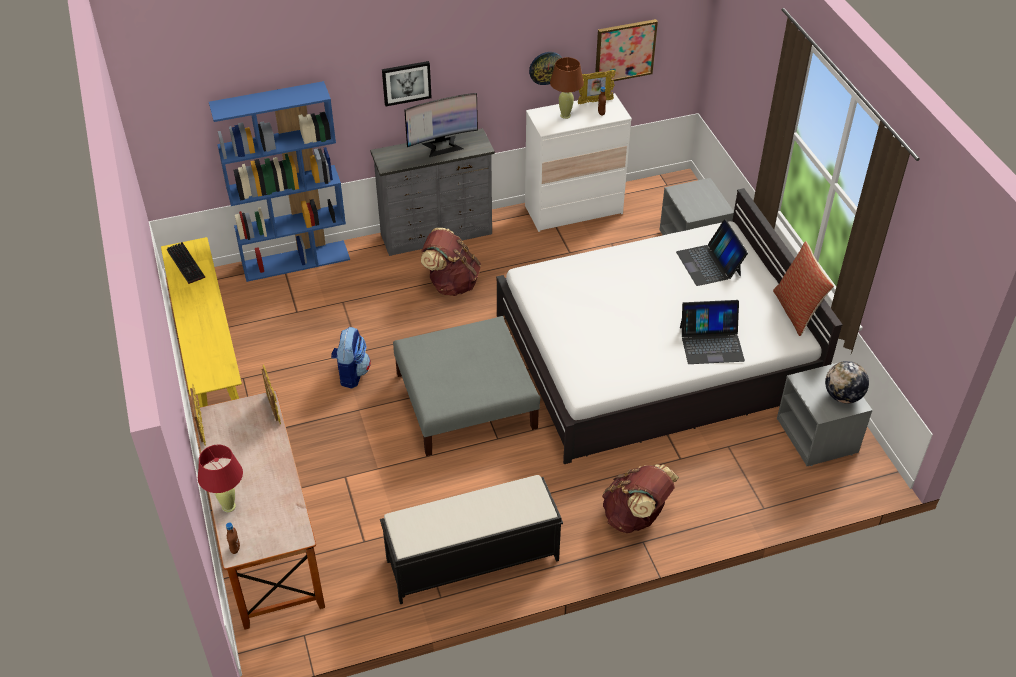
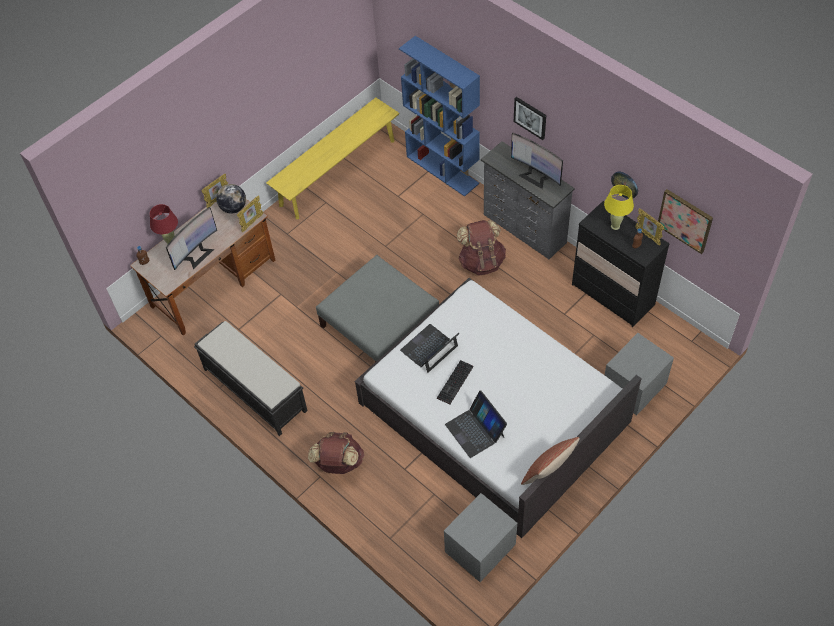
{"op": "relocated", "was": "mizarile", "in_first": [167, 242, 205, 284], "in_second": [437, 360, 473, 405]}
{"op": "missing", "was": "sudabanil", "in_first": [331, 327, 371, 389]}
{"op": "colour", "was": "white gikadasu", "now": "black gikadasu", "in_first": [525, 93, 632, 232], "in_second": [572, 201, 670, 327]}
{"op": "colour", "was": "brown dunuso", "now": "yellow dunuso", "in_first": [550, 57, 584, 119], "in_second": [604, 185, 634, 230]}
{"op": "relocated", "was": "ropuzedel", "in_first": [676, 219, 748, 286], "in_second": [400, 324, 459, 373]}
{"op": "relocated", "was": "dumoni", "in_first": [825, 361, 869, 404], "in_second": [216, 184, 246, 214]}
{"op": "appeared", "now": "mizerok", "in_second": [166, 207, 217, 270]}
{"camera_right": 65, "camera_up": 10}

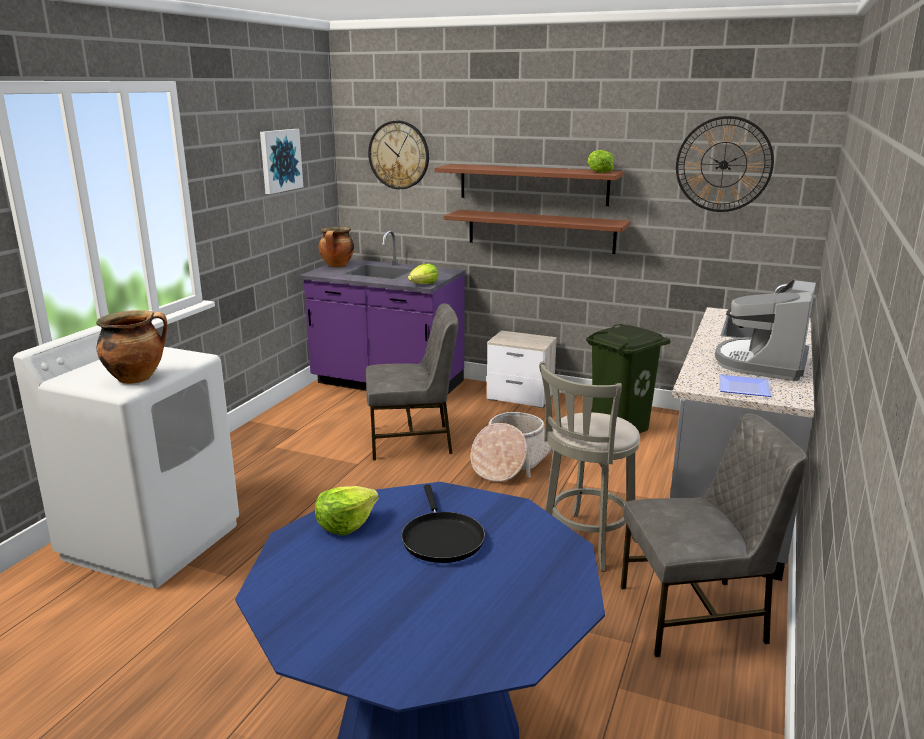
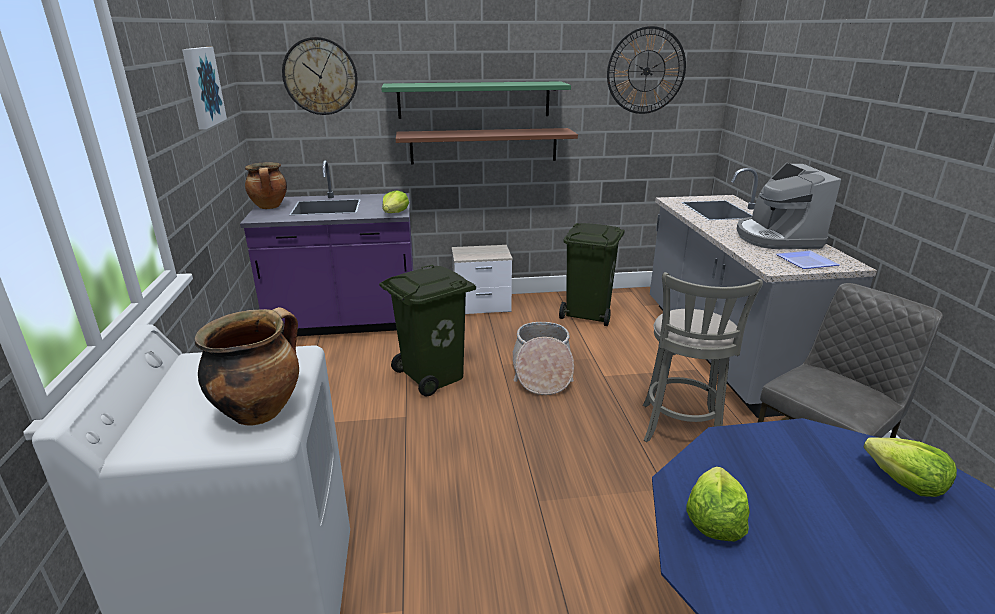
{"op": "exchanged", "was": "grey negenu", "now": "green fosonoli", "in_first": [366, 304, 459, 460], "in_second": [379, 265, 476, 397]}
{"op": "missing", "was": "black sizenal", "in_first": [401, 484, 485, 563]}
{"op": "colour", "was": "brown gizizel", "now": "green gizizel", "in_first": [435, 164, 624, 206], "in_second": [381, 81, 571, 119]}
{"op": "relocated", "was": "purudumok", "in_first": [588, 150, 614, 173], "in_second": [864, 437, 957, 497]}
{"camera_right": -30, "camera_up": 5}

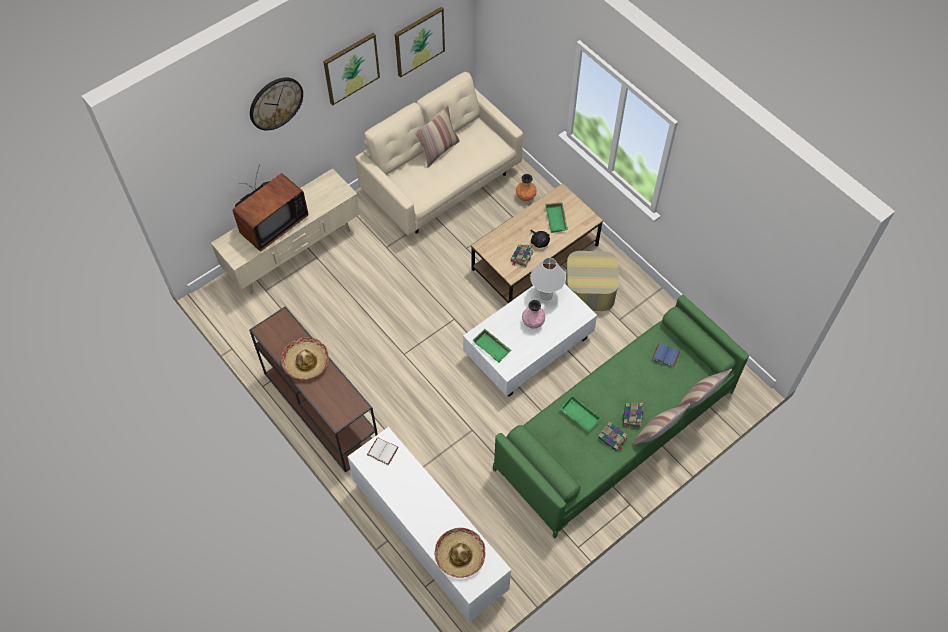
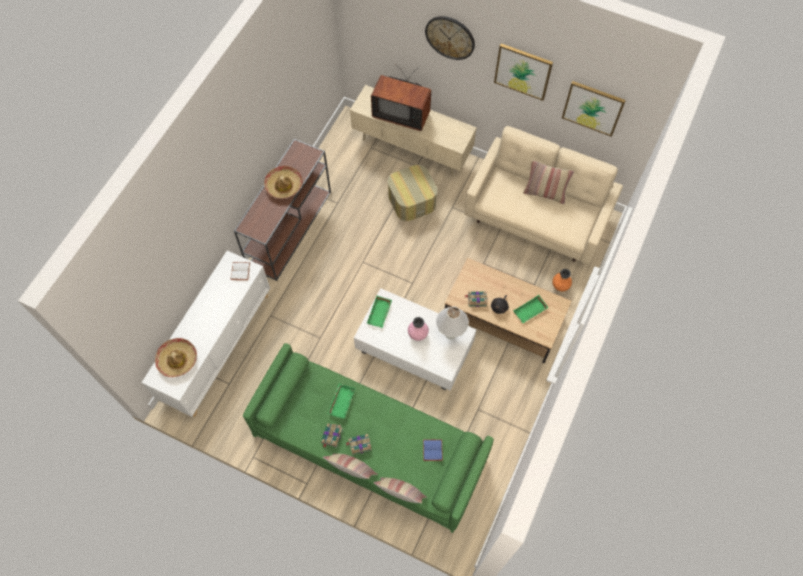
{"op": "relocated", "was": "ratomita", "in_first": [565, 251, 619, 311], "in_second": [388, 165, 437, 221]}
{"camera_right": 65, "camera_up": 5}

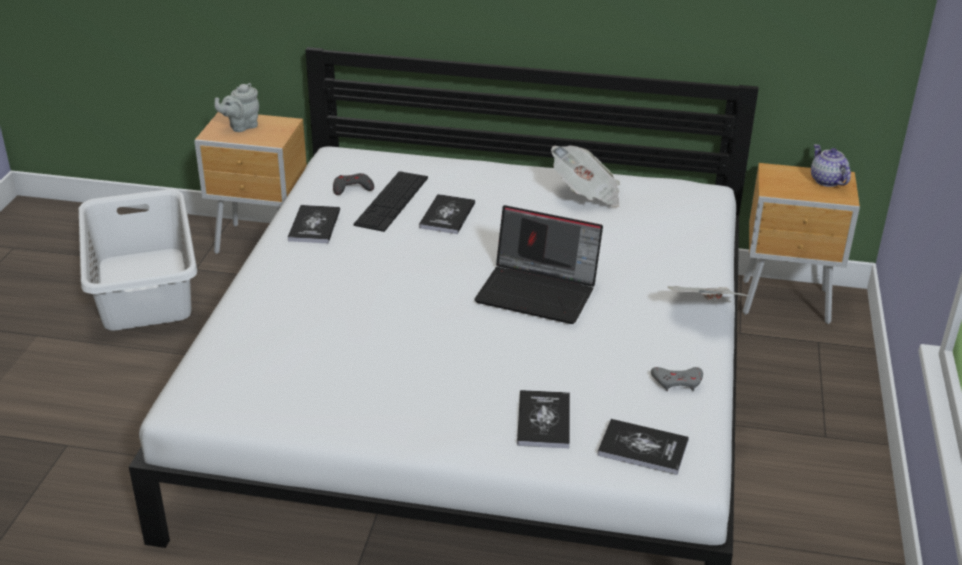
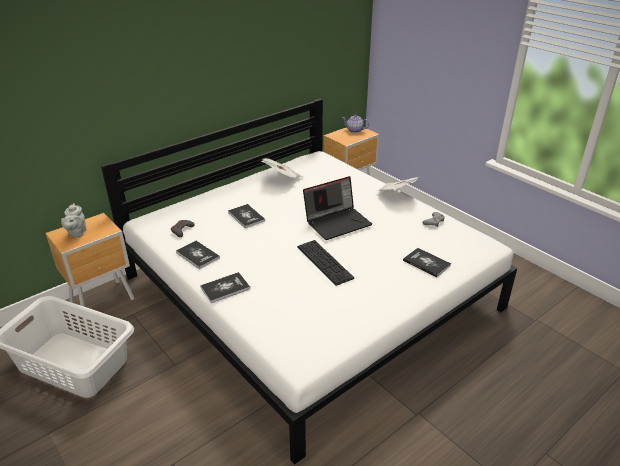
{"op": "relocated", "was": "mizarile", "in_first": [353, 171, 428, 232], "in_second": [297, 240, 354, 286]}
{"op": "relocated", "was": "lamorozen", "in_first": [597, 419, 689, 475], "in_second": [200, 272, 250, 303]}
{"camera_right": -50, "camera_up": 0}

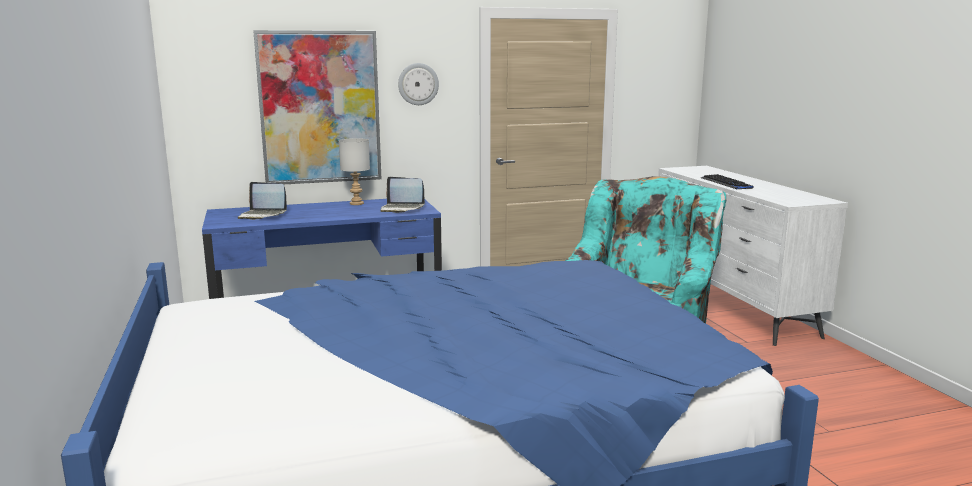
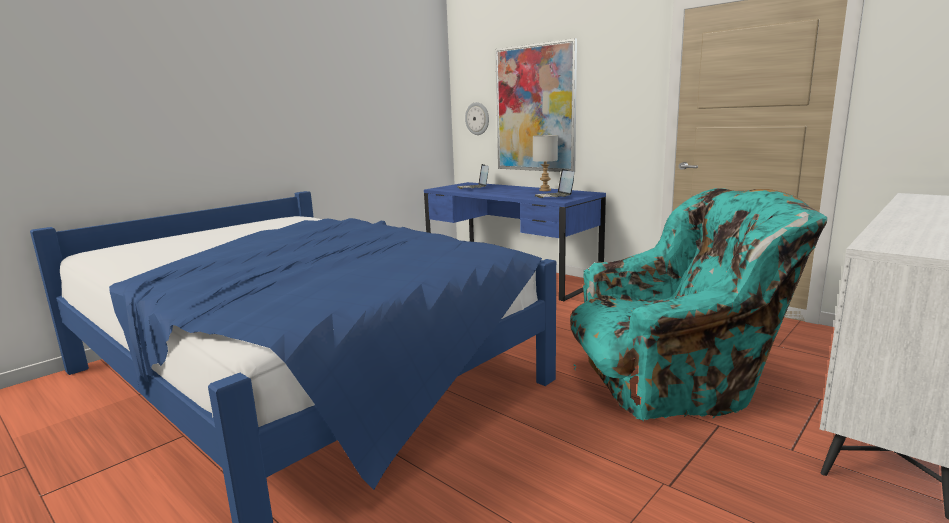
{"op": "relocated", "was": "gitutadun", "in_first": [398, 63, 439, 105], "in_second": [465, 102, 489, 135]}
{"op": "missing", "was": "mizarile", "in_first": [701, 174, 754, 189]}
{"camera_right": 60, "camera_up": 0}

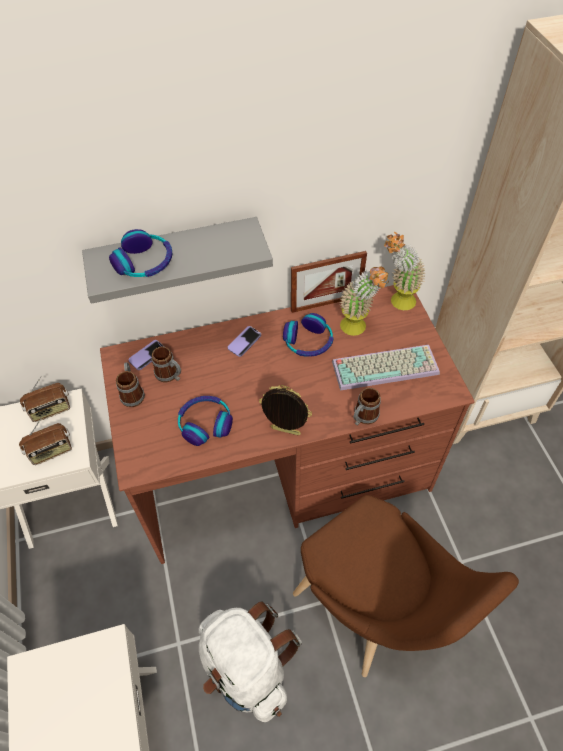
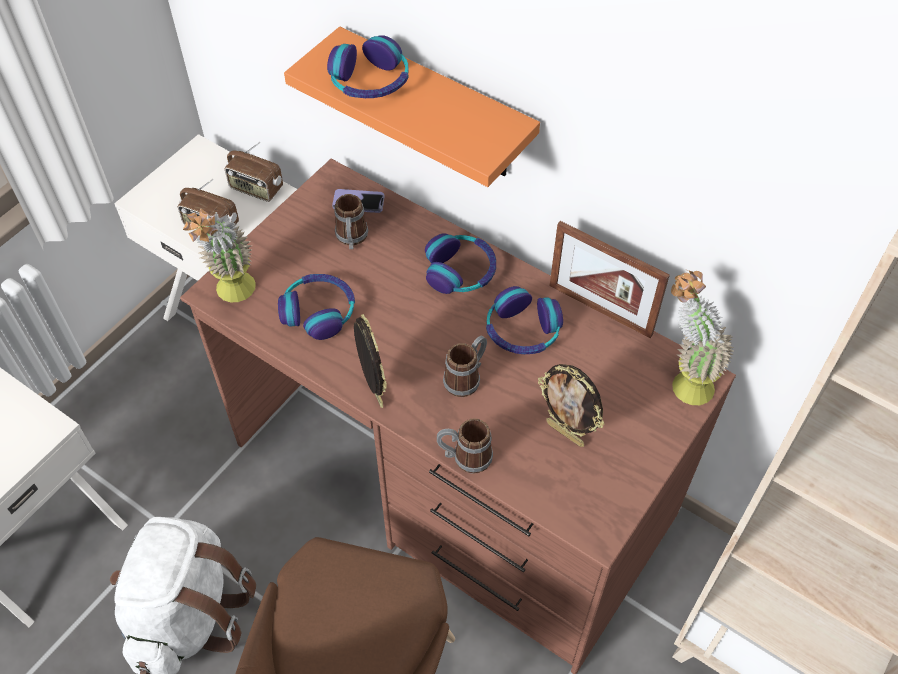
{"op": "colour", "was": "grey gizizel", "now": "orange gizizel", "in_first": [82, 217, 273, 304], "in_second": [284, 27, 540, 187]}
{"op": "relocated", "was": "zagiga", "in_first": [116, 362, 145, 407], "in_second": [443, 336, 487, 397]}
{"op": "exchanged", "was": "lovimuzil", "now": "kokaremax", "in_first": [228, 326, 261, 357], "in_second": [425, 233, 496, 294]}
{"op": "exchanged", "was": "mizarile", "now": "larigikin", "in_first": [332, 345, 440, 391], "in_second": [538, 364, 604, 447]}
{"op": "relocated", "was": "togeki", "in_first": [340, 266, 389, 336], "in_second": [183, 208, 256, 302]}
{"camera_right": 50, "camera_up": 0}

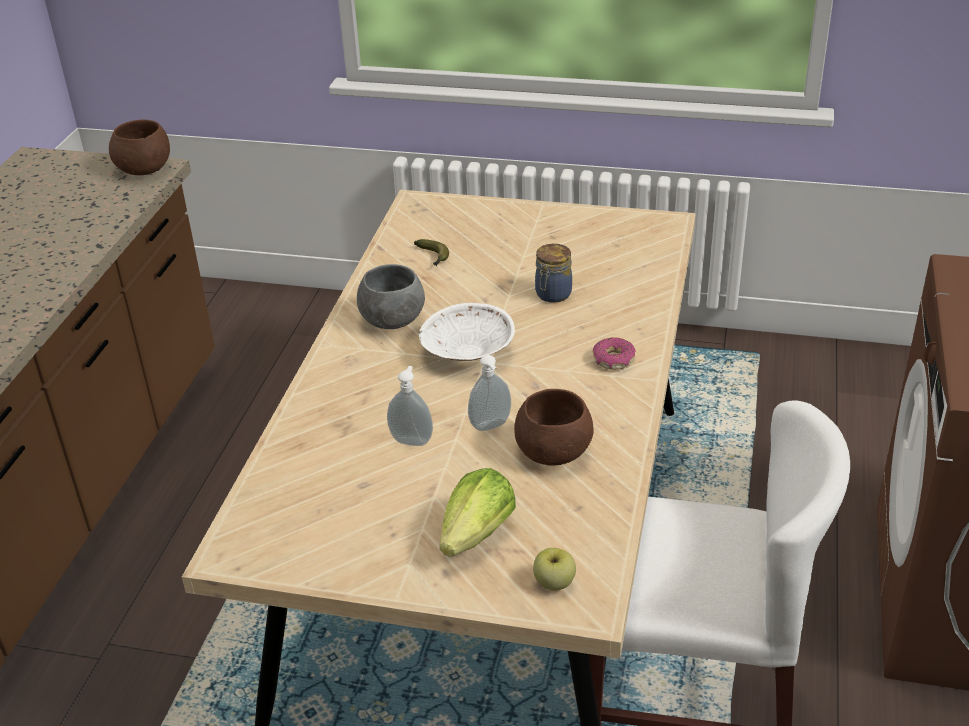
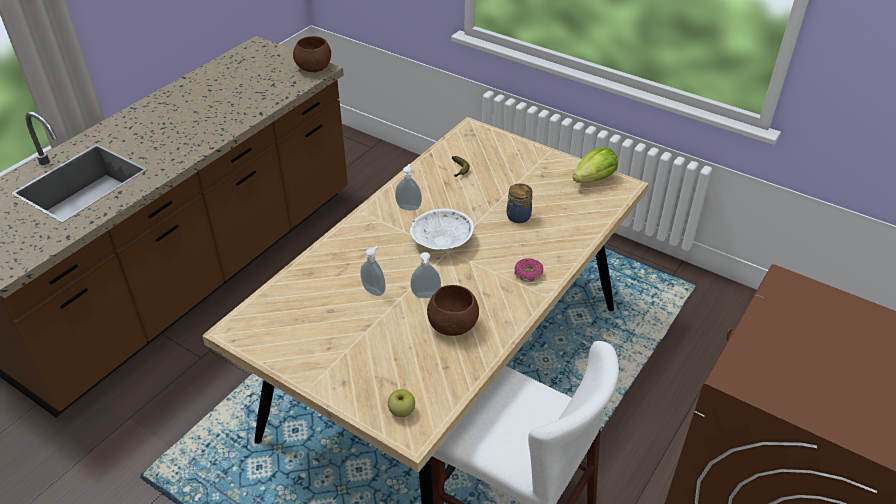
{"op": "exchanged", "was": "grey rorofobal", "now": "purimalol", "in_first": [357, 264, 425, 329], "in_second": [395, 164, 422, 211]}
{"op": "relocated", "was": "purudumok", "in_first": [440, 468, 516, 557], "in_second": [573, 147, 618, 183]}
{"camera_right": 20, "camera_up": 5}

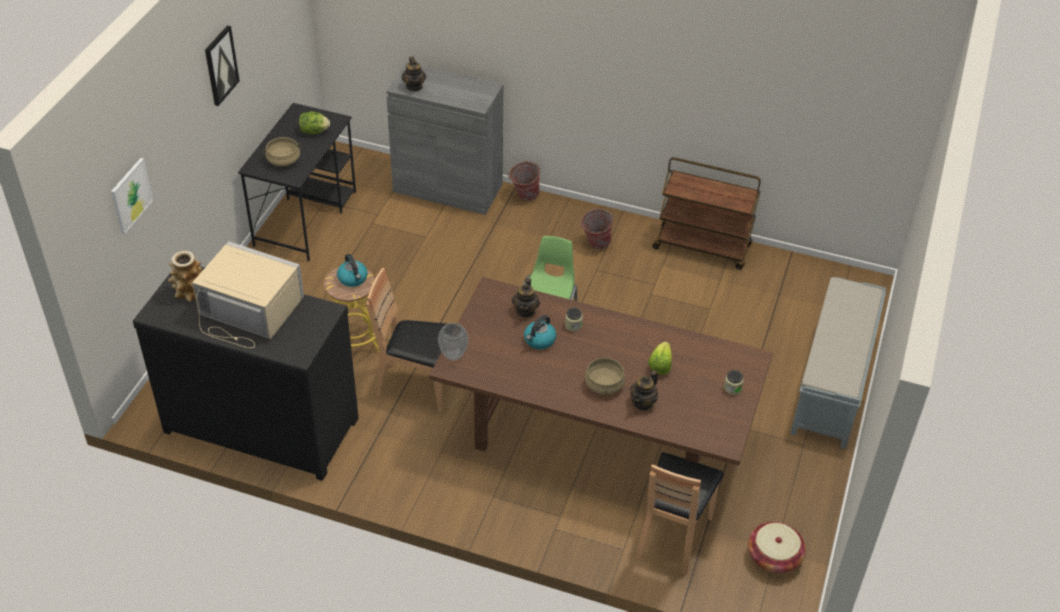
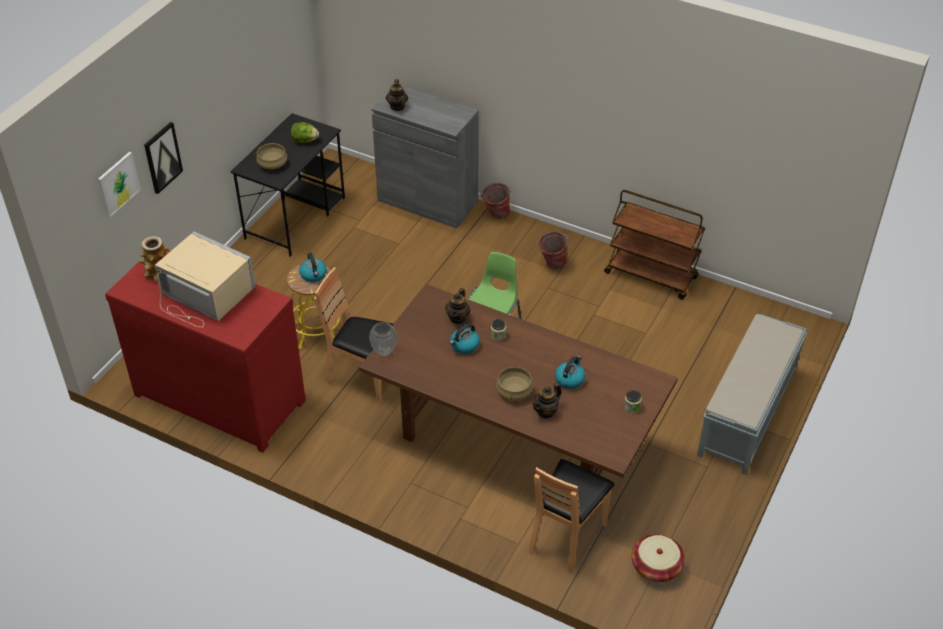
{"op": "colour", "was": "black gikadasu", "now": "red gikadasu", "in_first": [133, 266, 359, 481], "in_second": [105, 250, 306, 453]}
{"op": "relocated", "was": "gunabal", "in_first": [205, 25, 240, 106], "in_second": [144, 122, 183, 194]}
{"op": "exchanged", "was": "purudumok", "now": "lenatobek", "in_first": [648, 341, 672, 375], "in_second": [555, 356, 585, 389]}
{"camera_right": 10, "camera_up": 0}

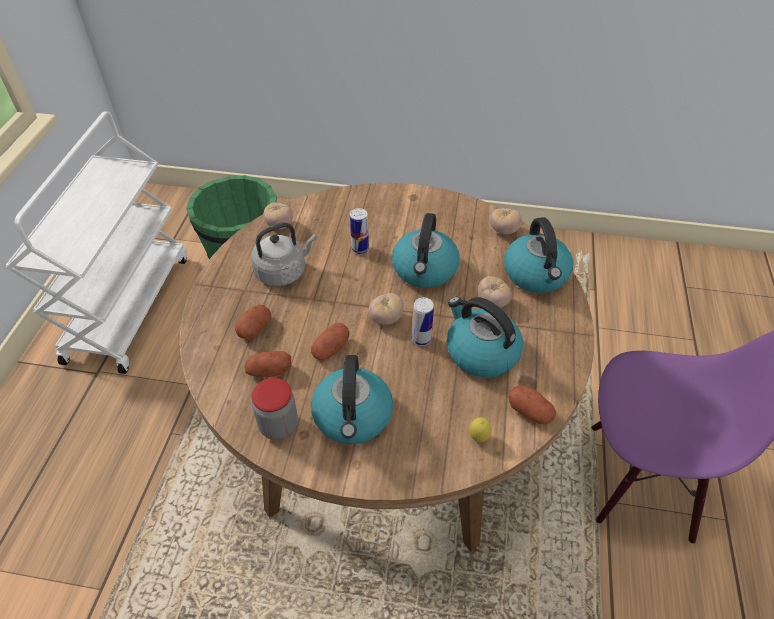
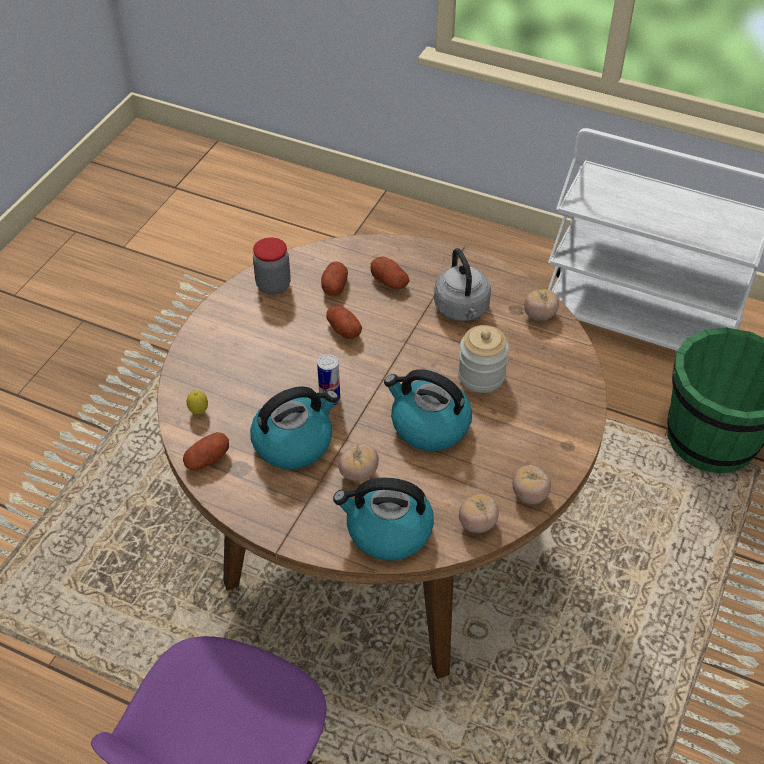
{"op": "missing", "was": "lenatobek", "in_first": [311, 355, 393, 444]}
{"op": "exchanged", "was": "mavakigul", "now": "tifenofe", "in_first": [350, 208, 369, 254], "in_second": [458, 325, 509, 393]}
{"op": "relocated", "was": "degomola", "in_first": [369, 293, 404, 325], "in_second": [513, 465, 551, 504]}
{"camera_right": 105, "camera_up": 0}

